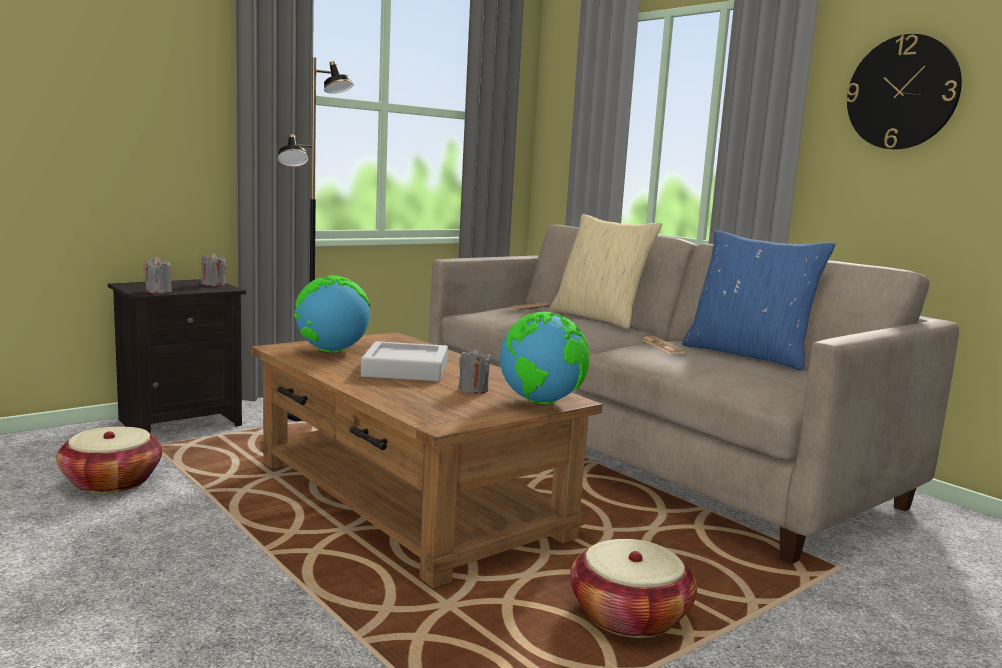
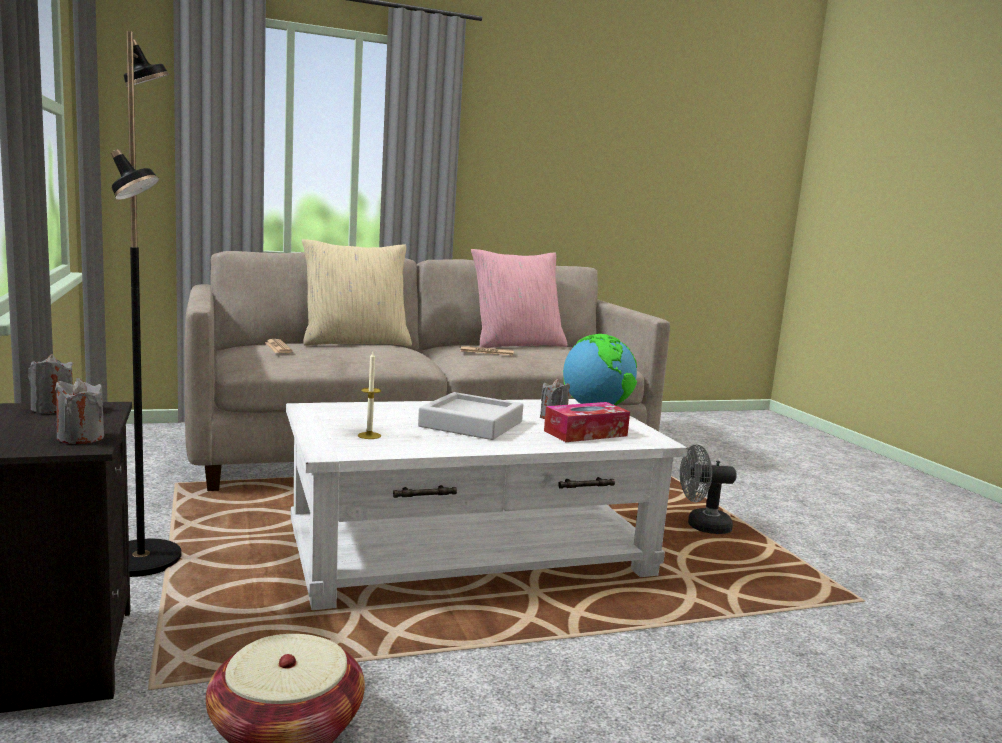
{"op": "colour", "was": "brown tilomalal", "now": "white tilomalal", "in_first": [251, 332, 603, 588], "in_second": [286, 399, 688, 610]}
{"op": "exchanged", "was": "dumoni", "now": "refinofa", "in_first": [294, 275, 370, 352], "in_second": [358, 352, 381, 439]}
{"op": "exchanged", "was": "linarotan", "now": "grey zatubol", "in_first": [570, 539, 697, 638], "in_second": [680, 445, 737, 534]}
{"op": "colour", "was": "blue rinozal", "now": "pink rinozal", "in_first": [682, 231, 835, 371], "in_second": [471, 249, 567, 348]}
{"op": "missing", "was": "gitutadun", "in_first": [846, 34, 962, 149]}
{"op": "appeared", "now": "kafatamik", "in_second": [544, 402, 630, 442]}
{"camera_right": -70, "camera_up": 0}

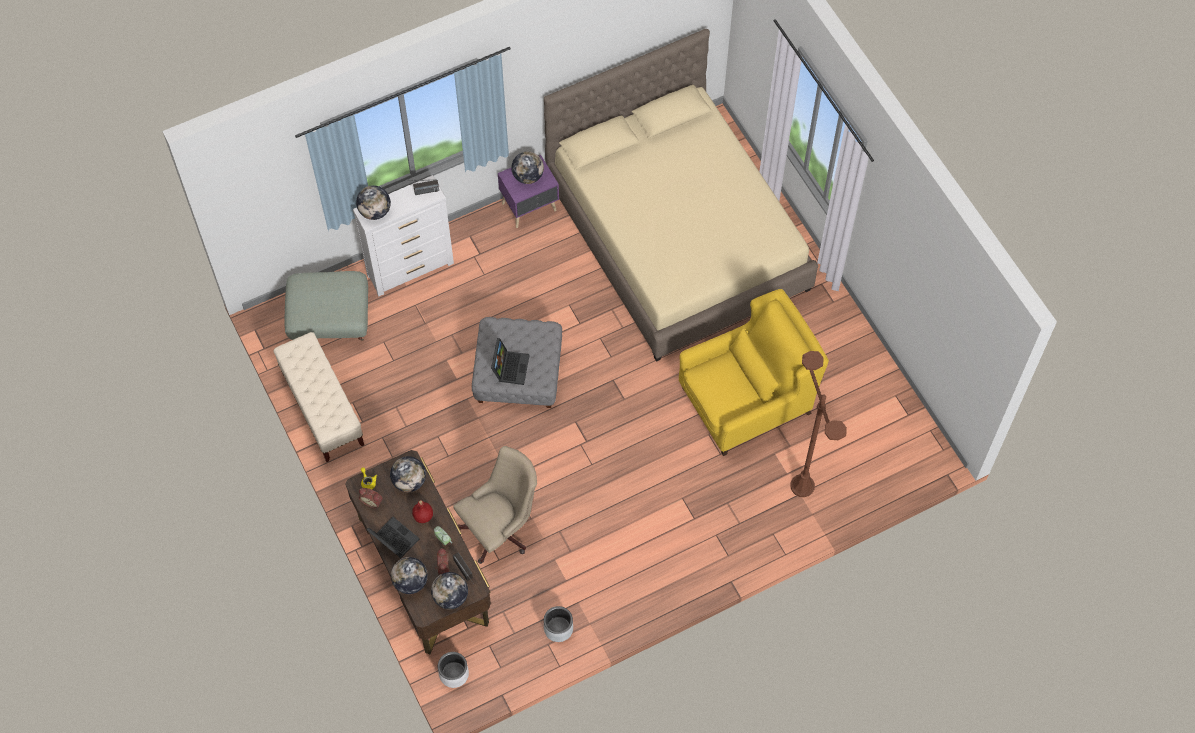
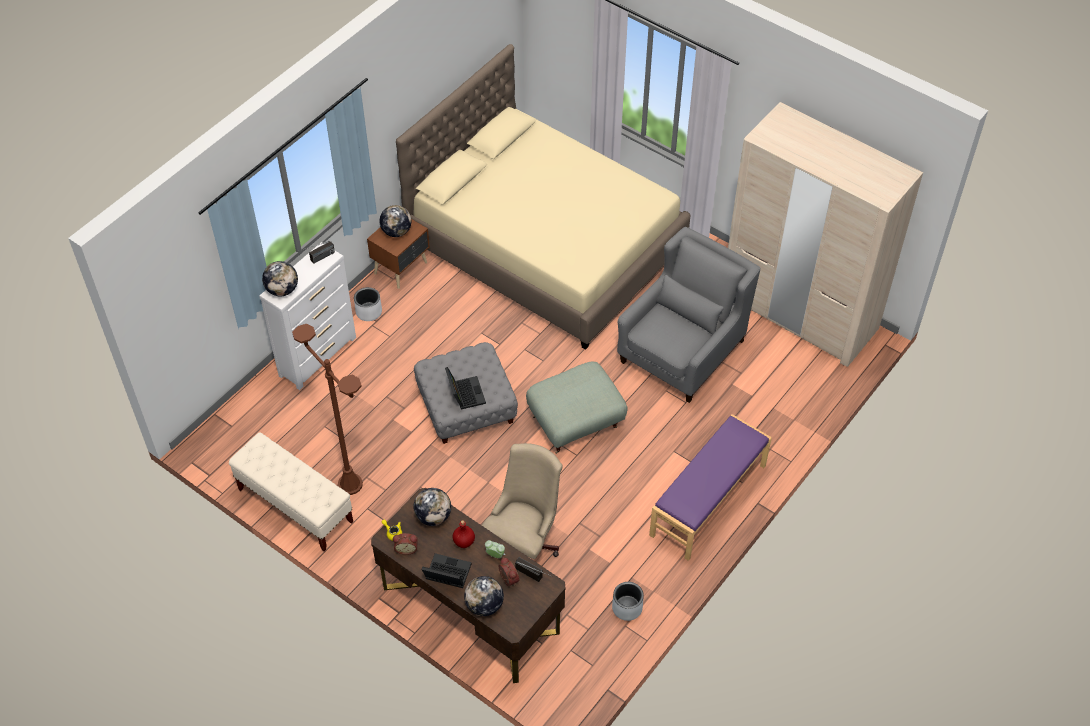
{"op": "relocated", "was": "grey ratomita", "in_first": [284, 271, 368, 341], "in_second": [526, 362, 628, 454]}
{"op": "missing", "was": "dumoni", "in_first": [431, 572, 468, 609]}
{"op": "relocated", "was": "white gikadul", "in_first": [438, 652, 469, 688], "in_second": [354, 287, 382, 321]}
{"op": "colour", "was": "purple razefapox", "now": "brown razefapox", "in_first": [498, 155, 559, 228], "in_second": [367, 219, 430, 289]}
{"op": "colour", "was": "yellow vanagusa", "now": "grey vanagusa", "in_first": [679, 289, 829, 456], "in_second": [617, 227, 760, 403]}
{"op": "relocated", "was": "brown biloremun", "in_first": [791, 351, 847, 497], "in_second": [292, 324, 363, 495]}
{"op": "appeared", "now": "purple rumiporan", "in_second": [649, 414, 772, 561]}
{"op": "appeared", "now": "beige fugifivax", "in_second": [728, 102, 923, 367]}
{"camera_right": -25, "camera_up": -10}

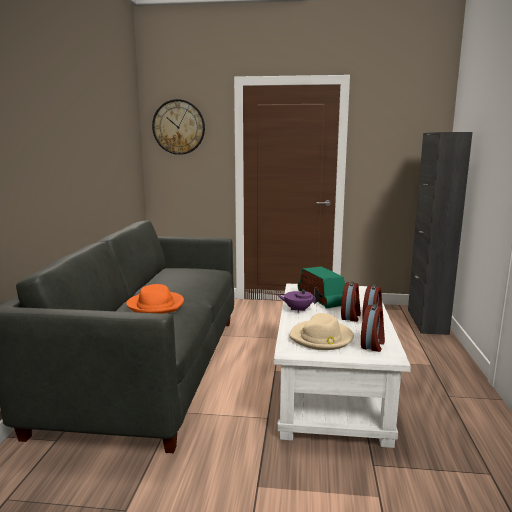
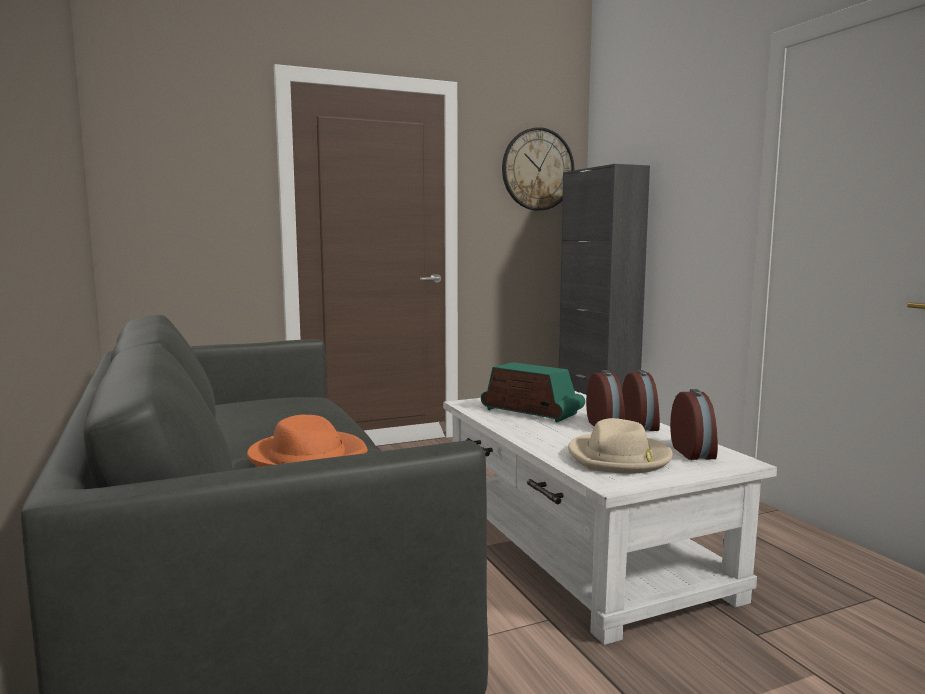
{"op": "relocated", "was": "gitutadun", "in_first": [152, 99, 205, 155], "in_second": [502, 127, 574, 211]}
{"op": "missing", "was": "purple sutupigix", "in_first": [276, 287, 319, 312]}
{"camera_right": -30, "camera_up": -5}

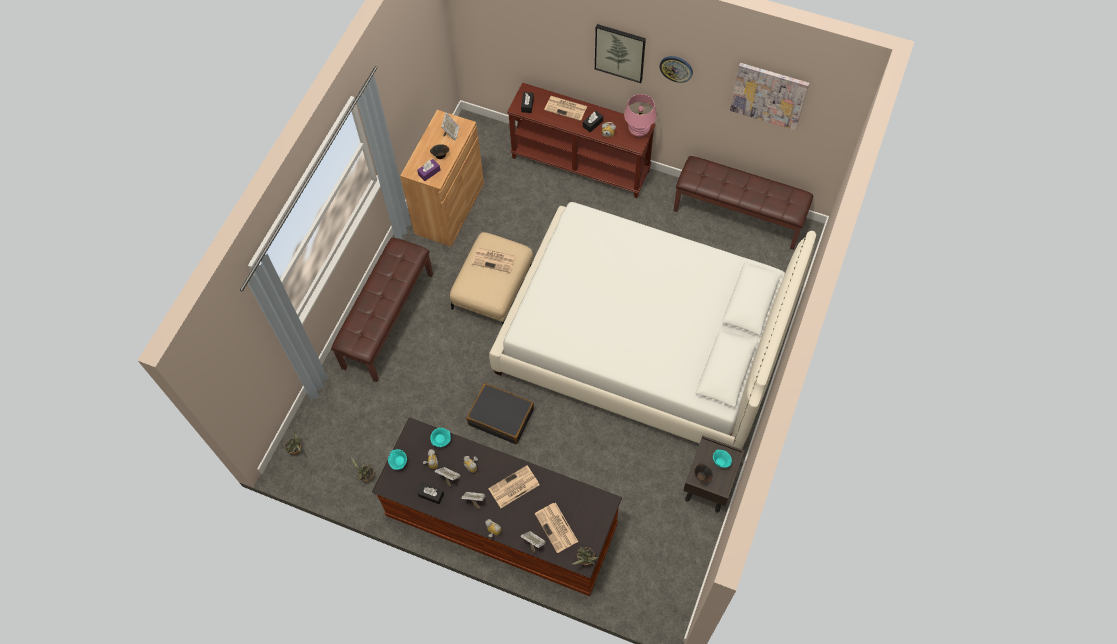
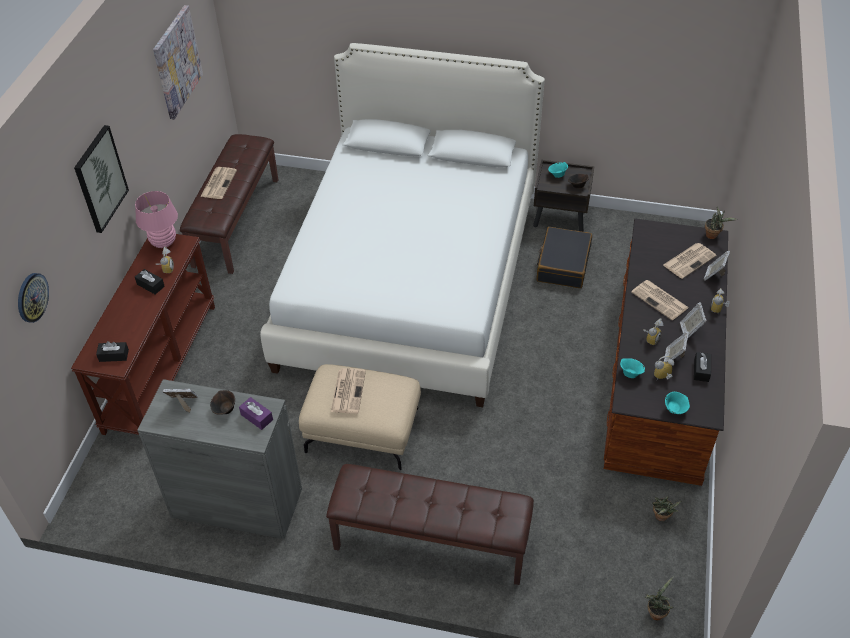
{"op": "colour", "was": "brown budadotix", "now": "grey budadotix", "in_first": [400, 110, 484, 247], "in_second": [137, 379, 302, 539]}
{"op": "relocated", "was": "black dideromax", "in_first": [467, 383, 534, 444], "in_second": [537, 227, 592, 288]}
{"op": "relocated", "was": "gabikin", "in_first": [544, 96, 587, 121], "in_second": [200, 167, 237, 199]}
{"op": "relocated", "was": "gitutadun", "in_first": [659, 56, 693, 83], "in_second": [18, 273, 49, 323]}
{"camera_right": -100, "camera_up": -15}

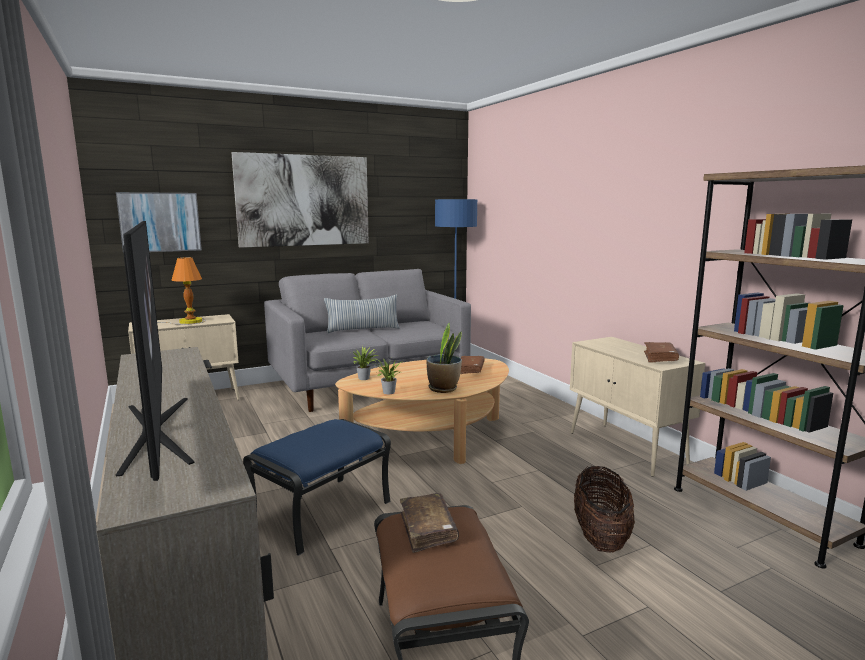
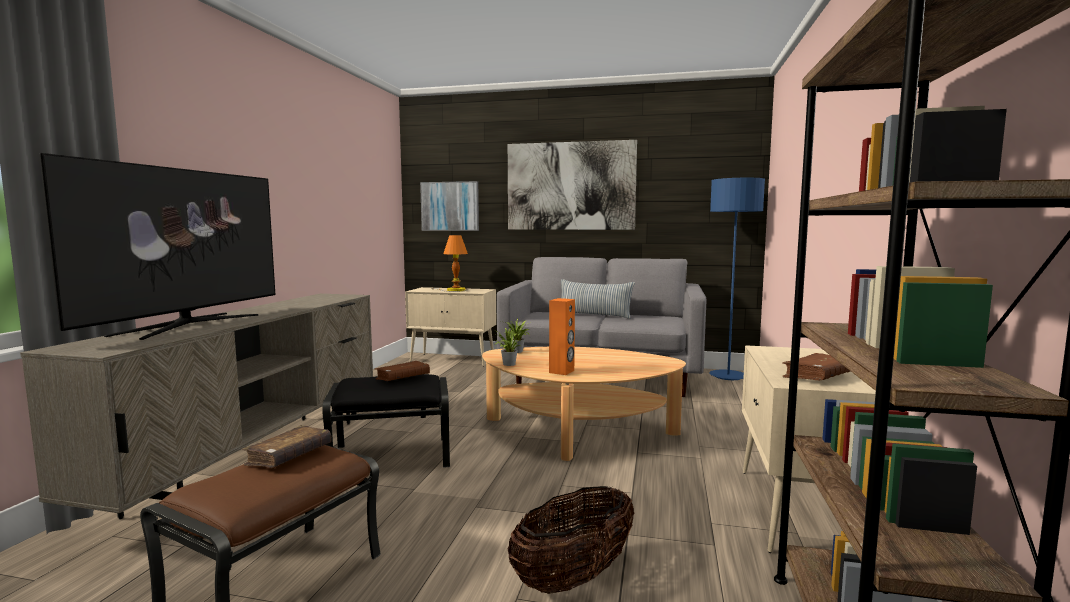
{"op": "colour", "was": "blue ratomita", "now": "black ratomita", "in_first": [243, 419, 391, 556], "in_second": [322, 374, 450, 468]}
{"op": "exchanged", "was": "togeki", "now": "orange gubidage", "in_first": [427, 323, 462, 393], "in_second": [549, 298, 575, 375]}
{"op": "relocated", "was": "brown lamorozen", "in_first": [460, 356, 485, 374], "in_second": [375, 361, 430, 381]}
{"camera_right": 40, "camera_up": -5}

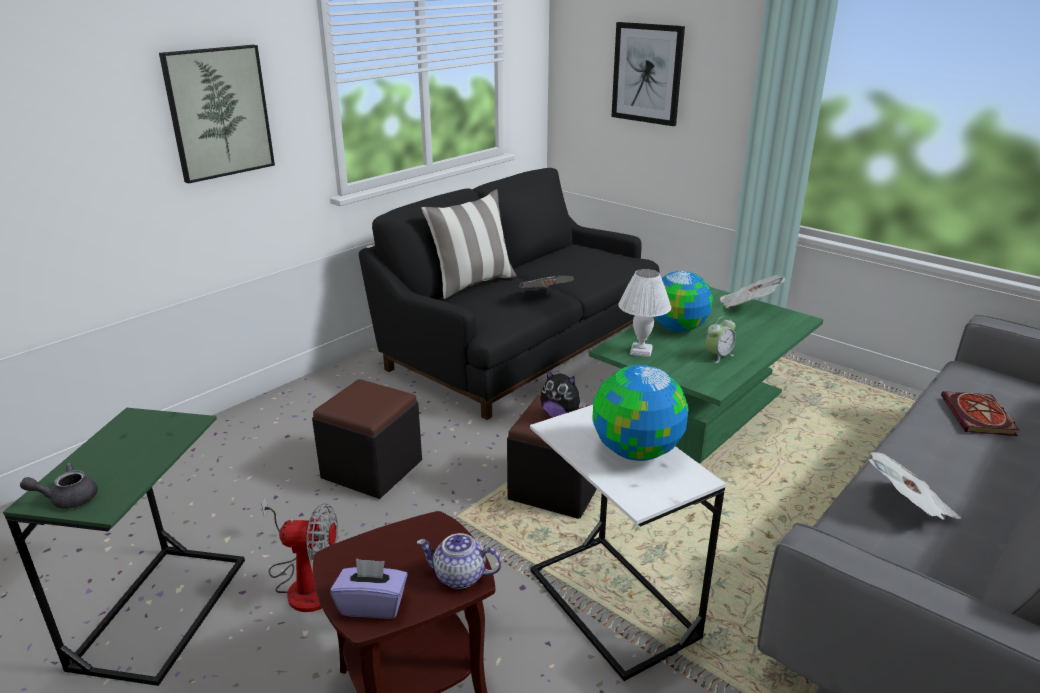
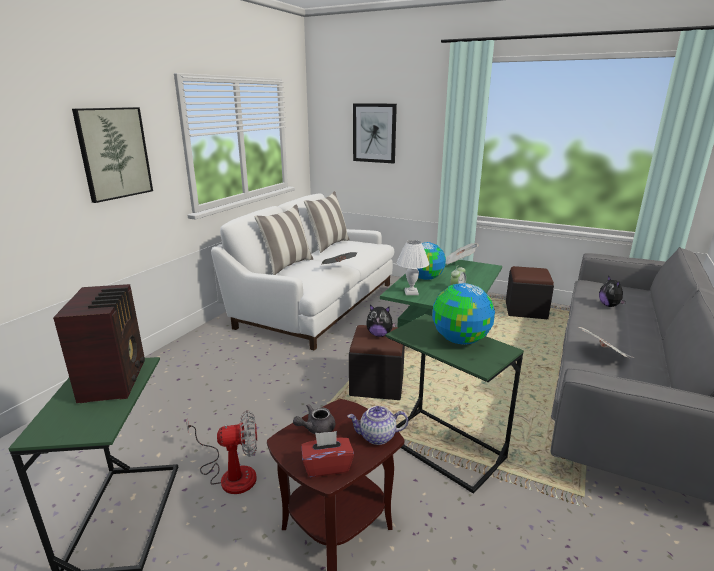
{"op": "relocated", "was": "grey sutupigix", "in_first": [20, 463, 98, 509], "in_second": [293, 404, 335, 434]}
{"op": "relocated", "was": "black ratomita", "in_first": [312, 379, 422, 499], "in_second": [506, 266, 554, 319]}
{"op": "colour", "was": "purple kafatamik", "now": "red kafatamik", "in_first": [330, 558, 408, 619], "in_second": [301, 431, 354, 477]}
{"op": "colour", "was": "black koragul", "now": "white koragul", "in_first": [359, 168, 660, 420], "in_second": [211, 193, 394, 350]}
{"op": "colour", "was": "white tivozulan", "now": "green tivozulan", "in_first": [530, 405, 726, 681], "in_second": [385, 314, 524, 494]}
{"op": "exchanged", "was": "lamorozen", "now": "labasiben", "in_first": [941, 391, 1019, 436], "in_second": [599, 275, 626, 307]}
{"op": "appeared", "now": "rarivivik", "in_second": [53, 284, 145, 403]}
{"op": "appeared", "now": "rinozal", "in_second": [304, 191, 350, 253]}
{"camera_right": -15, "camera_up": -5}

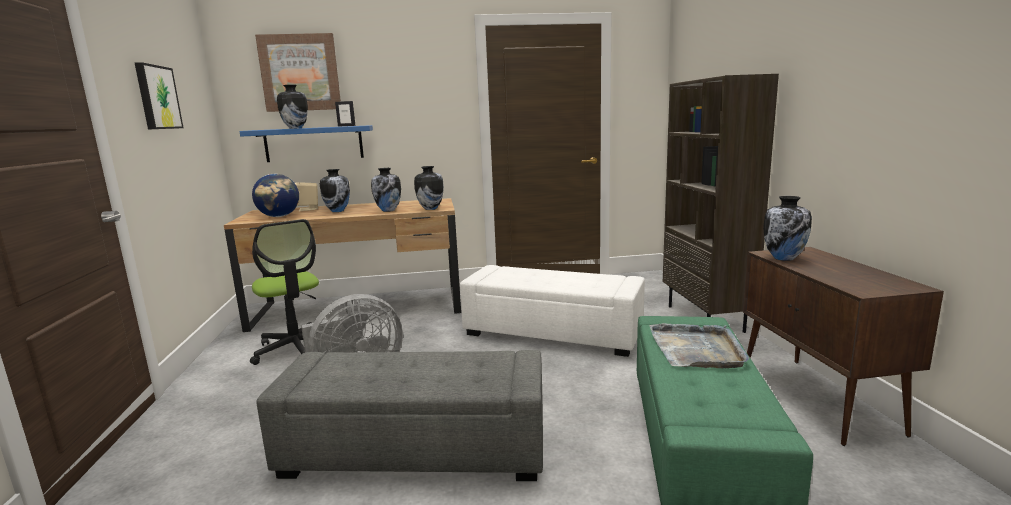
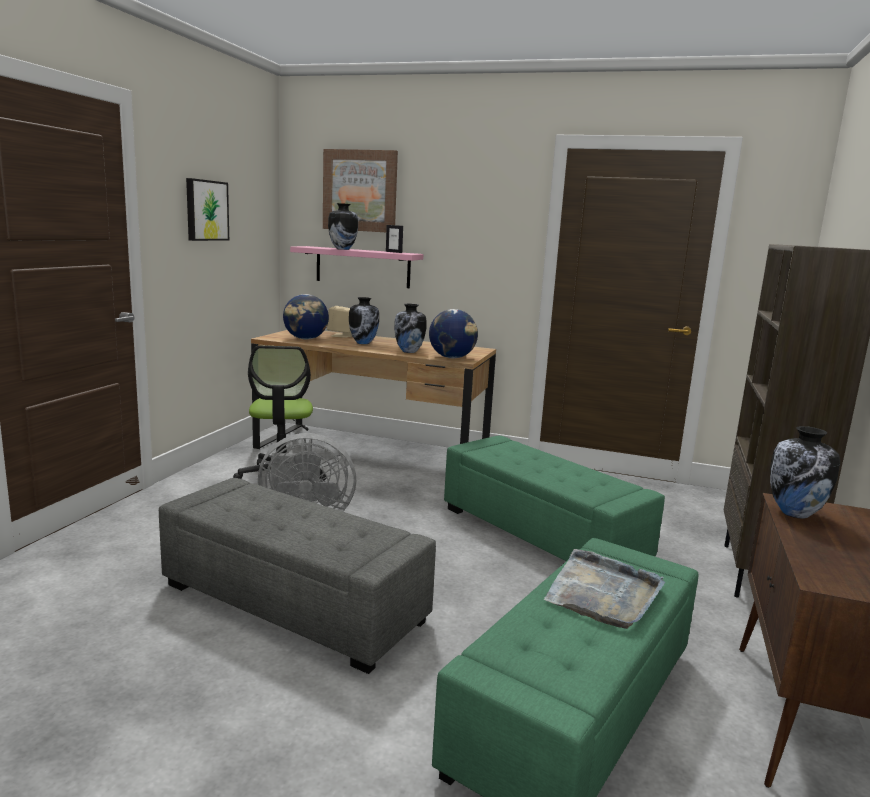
{"op": "colour", "was": "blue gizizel", "now": "pink gizizel", "in_first": [239, 125, 373, 162], "in_second": [290, 246, 423, 288]}
{"op": "exchanged", "was": "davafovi", "now": "dumoni", "in_first": [414, 166, 444, 210], "in_second": [429, 309, 478, 358]}
{"op": "colour", "was": "white ratomita", "now": "green ratomita", "in_first": [460, 265, 645, 357], "in_second": [444, 436, 665, 561]}
{"camera_right": 25, "camera_up": 0}

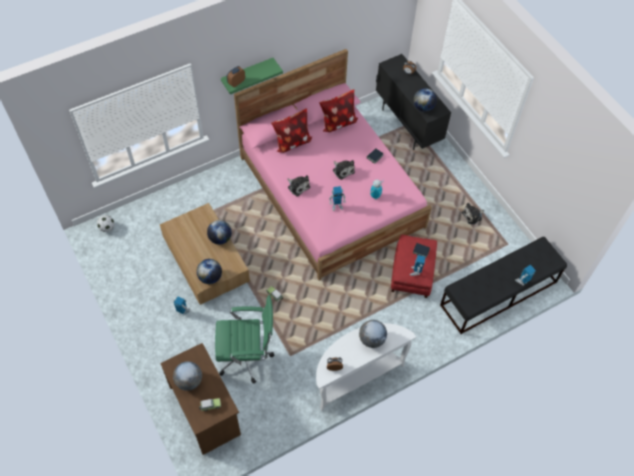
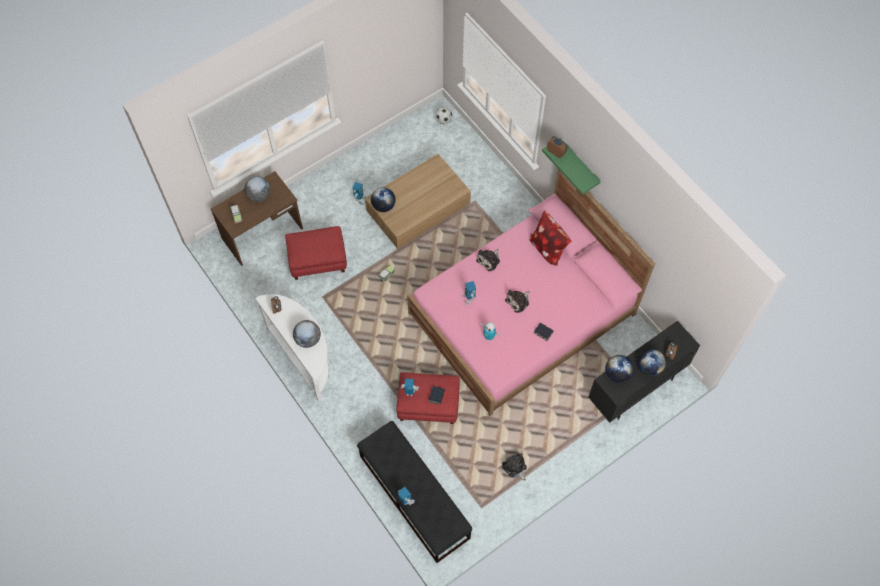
{"op": "relocated", "was": "dumoni", "in_first": [207, 220, 232, 245], "in_second": [637, 349, 666, 377]}
{"op": "exchanged", "was": "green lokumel", "now": "red ratomita", "in_first": [215, 295, 275, 384], "in_second": [285, 226, 347, 280]}
{"op": "missing", "was": "rinozal", "in_first": [319, 89, 358, 132]}
{"camera_right": 85, "camera_up": 5}

